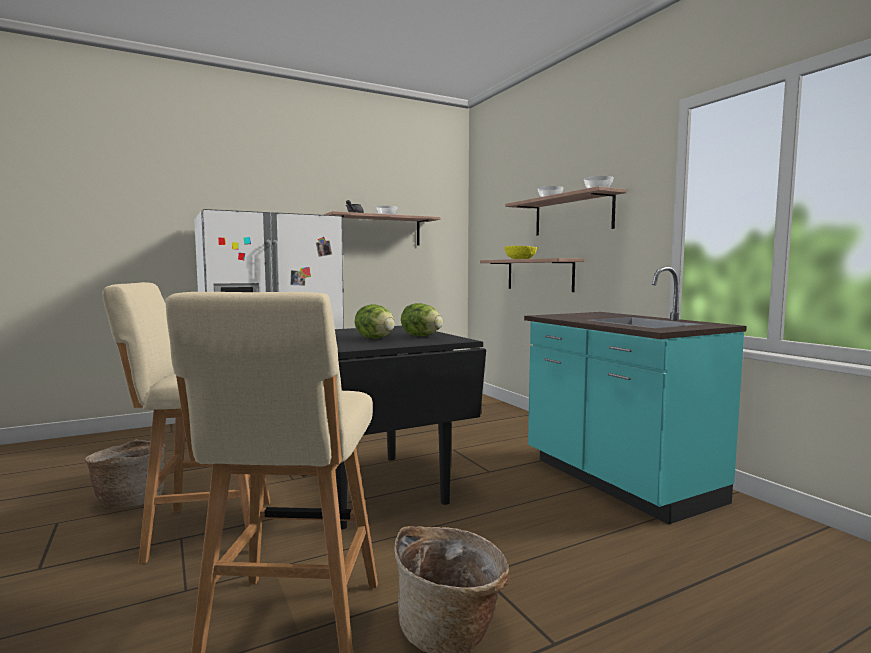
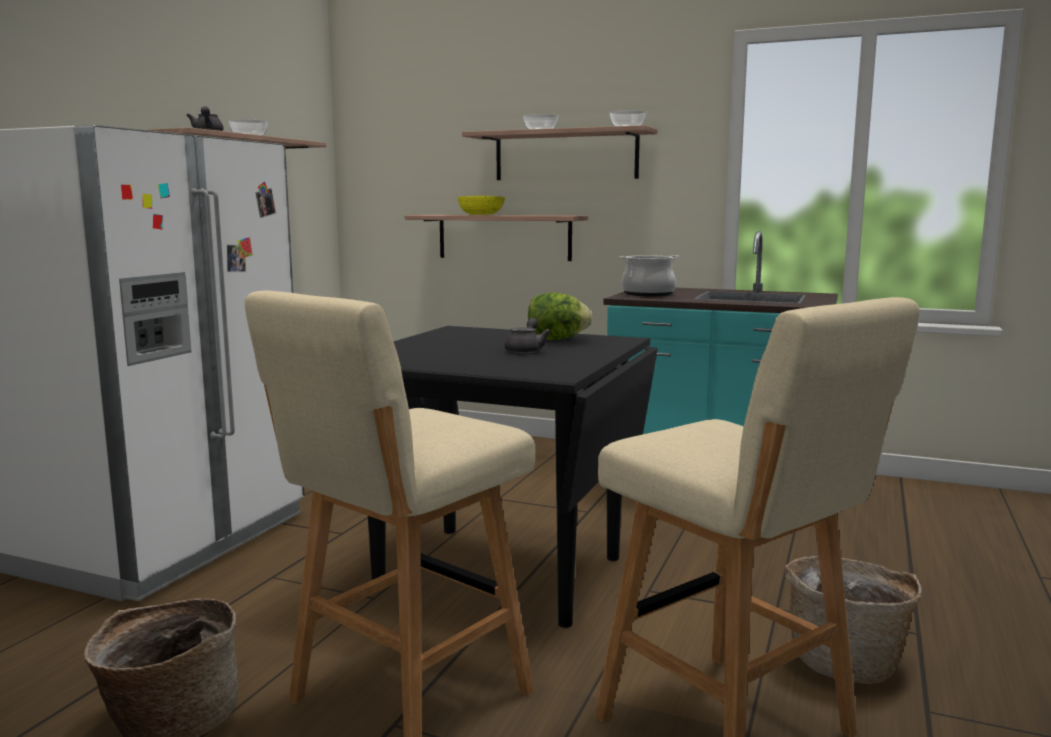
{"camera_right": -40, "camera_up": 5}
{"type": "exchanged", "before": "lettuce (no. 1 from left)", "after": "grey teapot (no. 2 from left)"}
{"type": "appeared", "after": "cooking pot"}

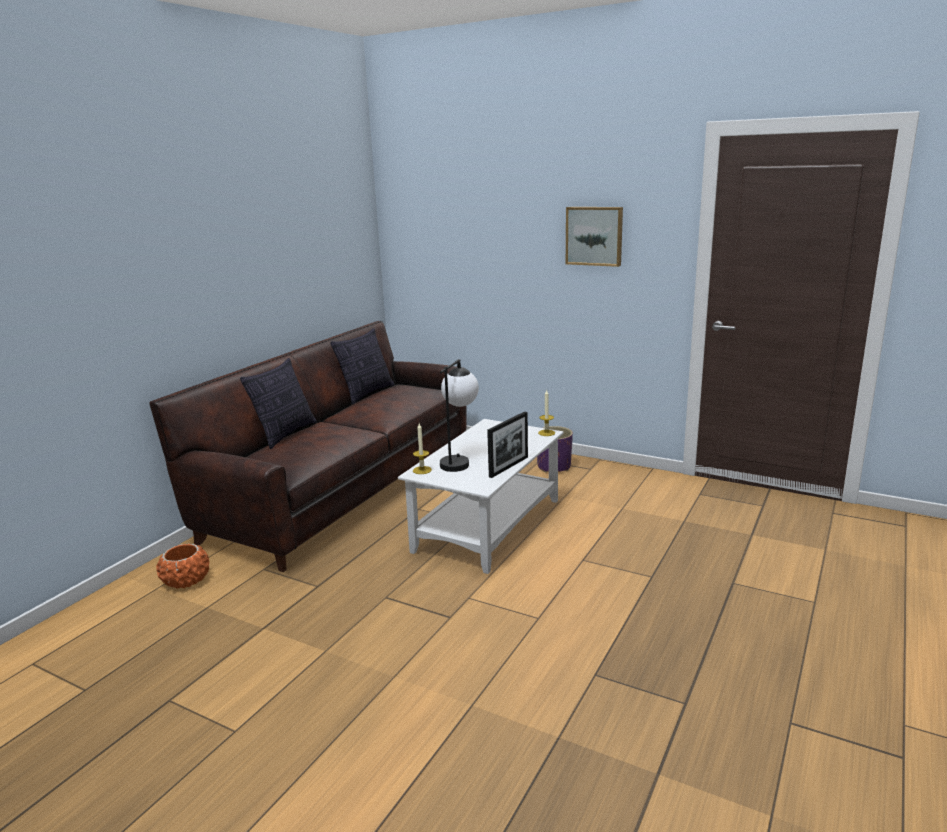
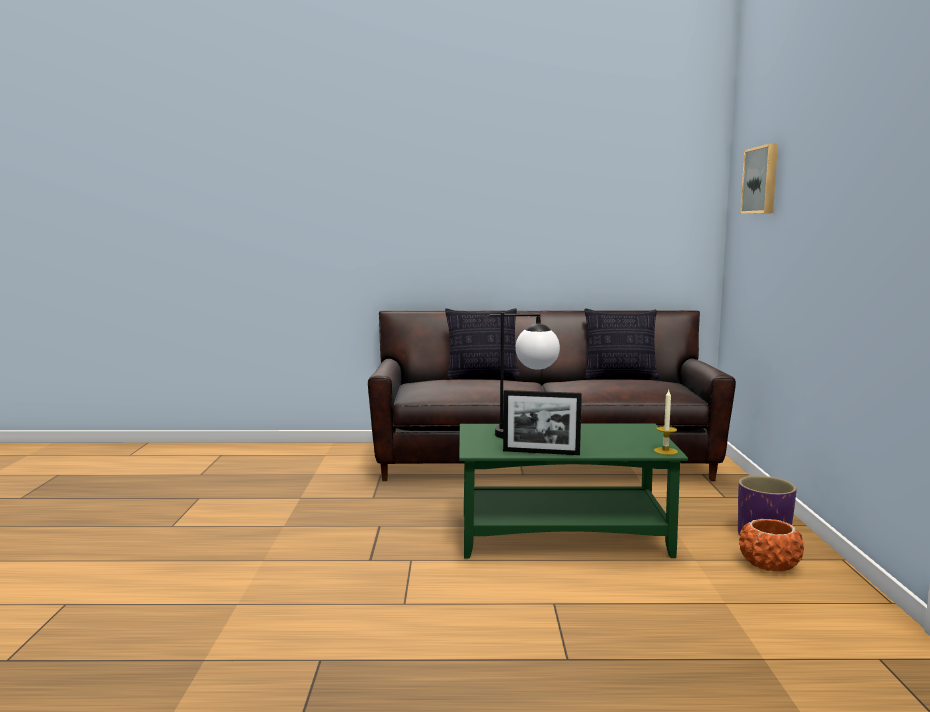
{"camera_right": 60, "camera_up": -10}
{"type": "relocated", "before": "picture"}
{"type": "colour", "before": "white coffee table", "after": "green coffee table"}
{"type": "missing", "before": "candle (no. 1 from left)"}
{"type": "relocated", "before": "orange planter"}

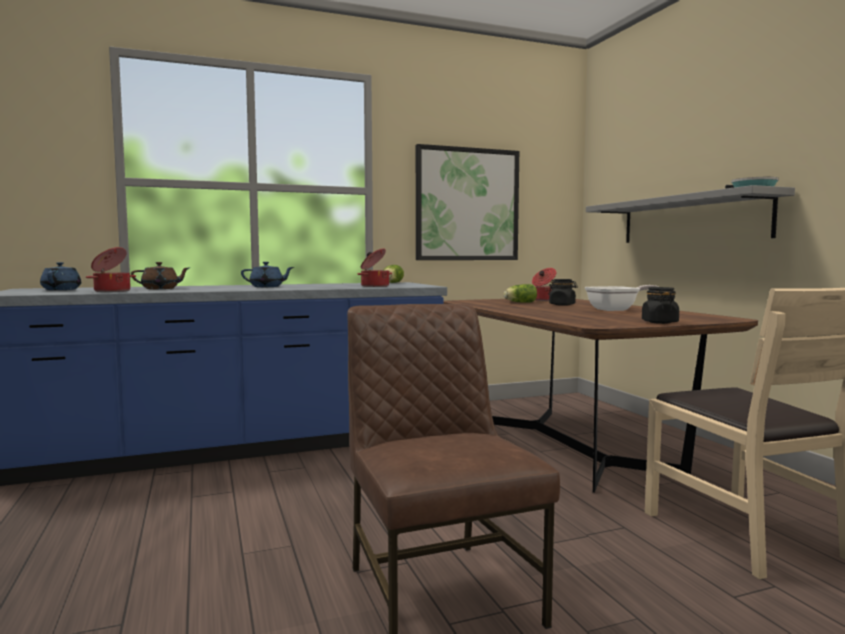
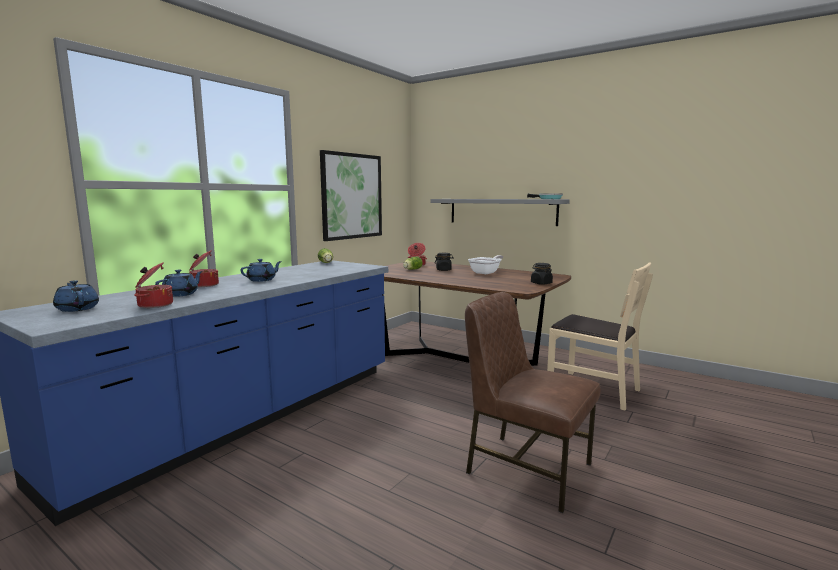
{"camera_right": -35, "camera_up": 5}
{"type": "relocated", "before": "cooking pot (no. 2 from left)"}
{"type": "colour", "before": "brown teapot", "after": "blue teapot (no. 2 from left)"}

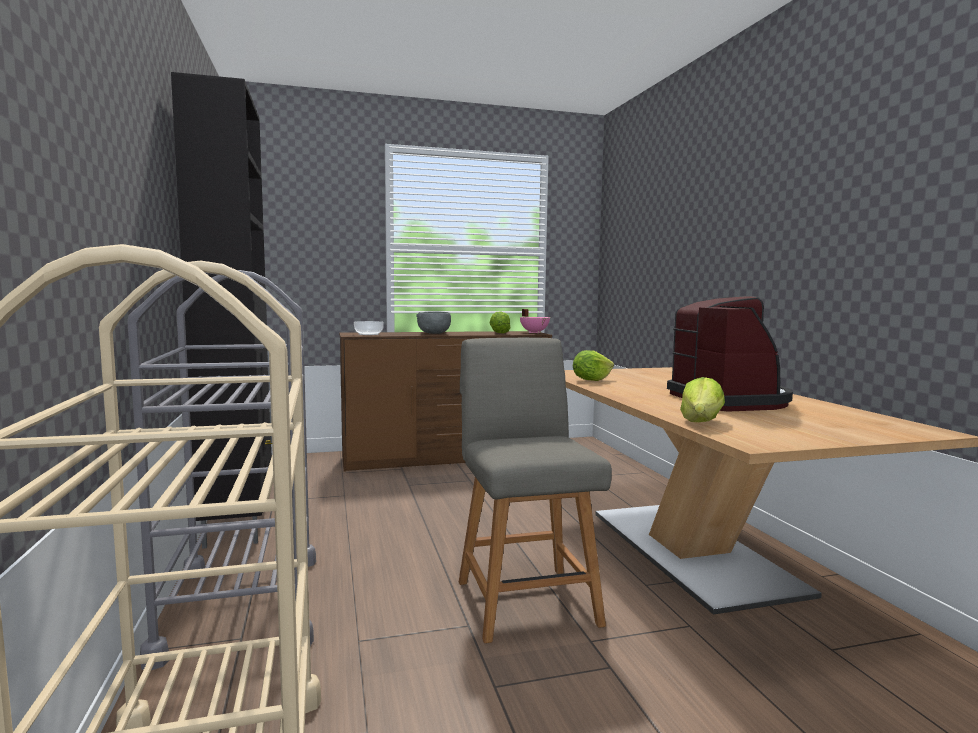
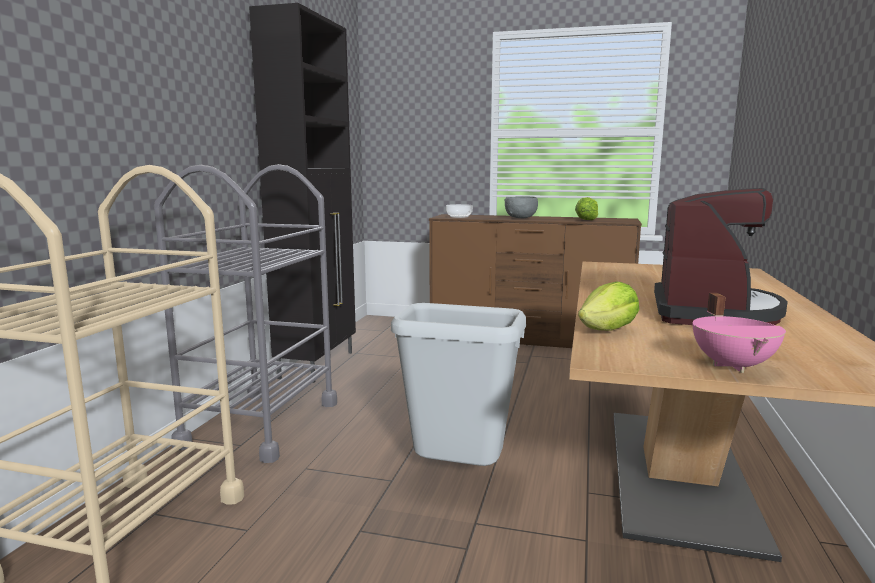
{"camera_right": 30, "camera_up": 5}
{"type": "relocated", "before": "pink cooking pot"}
{"type": "exchanged", "before": "grey chair", "after": "grey trash can"}
{"type": "missing", "before": "lettuce (no. 2 from left)"}

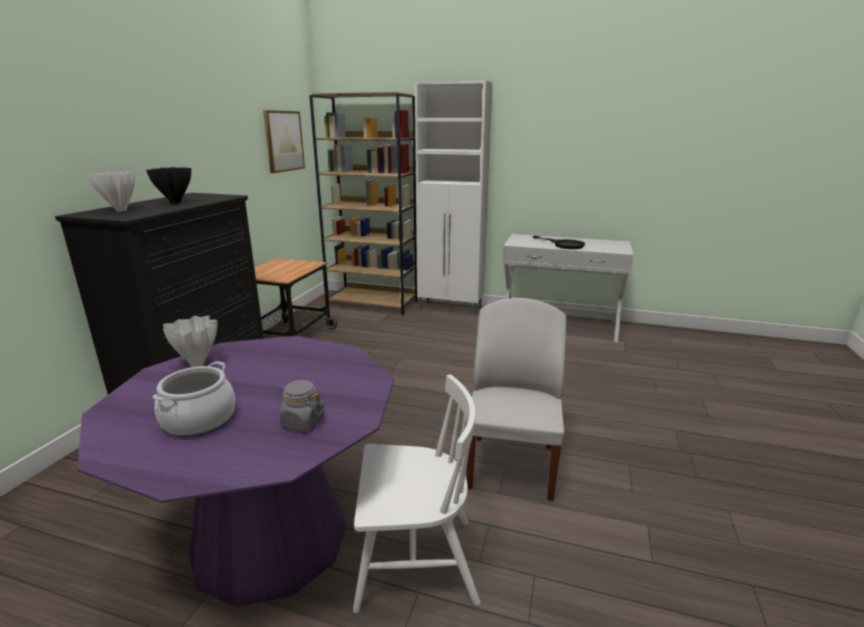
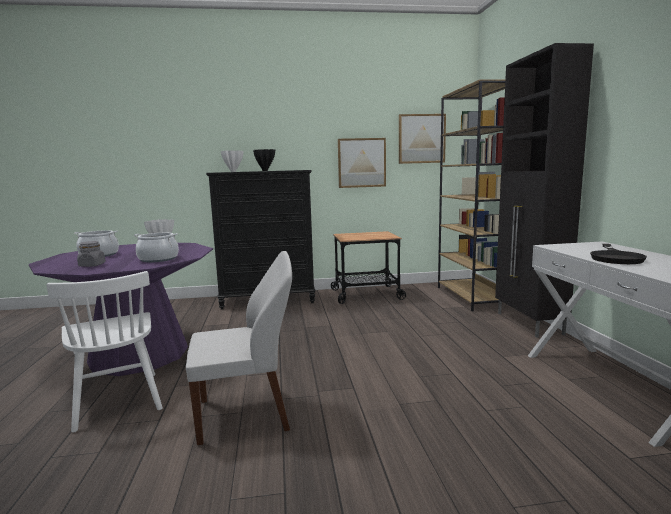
{"camera_right": 65, "camera_up": -10}
{"type": "colour", "before": "white cabinet", "after": "black cabinet"}
{"type": "appeared", "after": "picture (no. 1 from left)"}
{"type": "appeared", "after": "cooking pot (no. 2 from left)"}

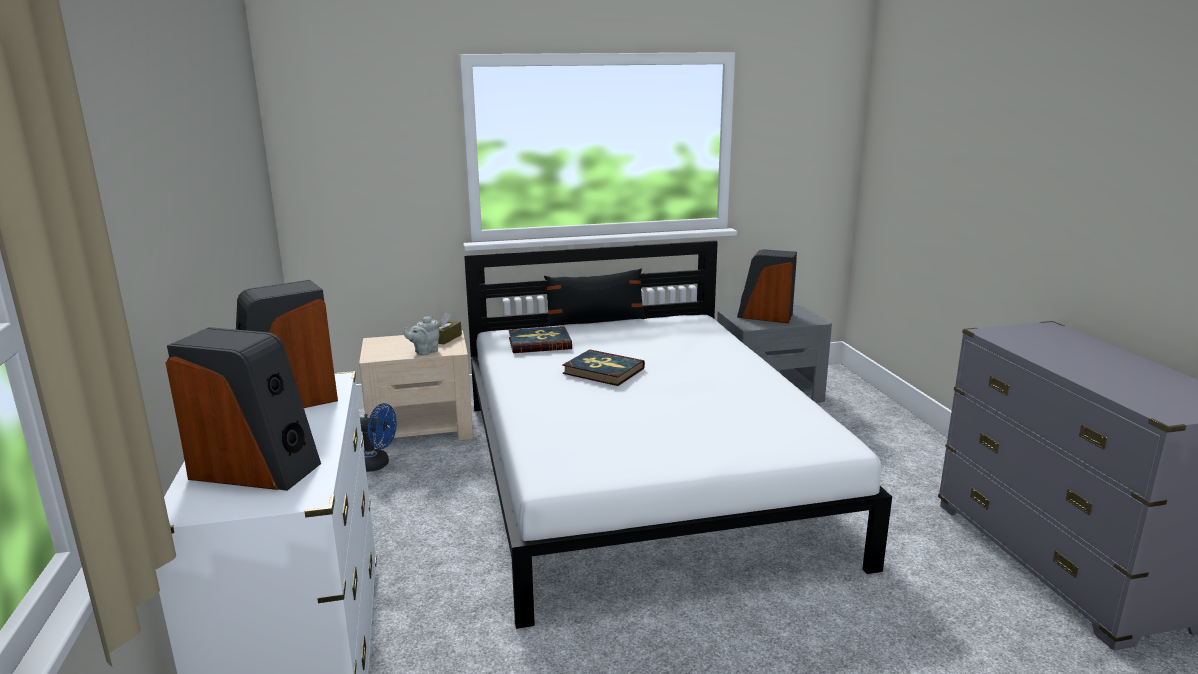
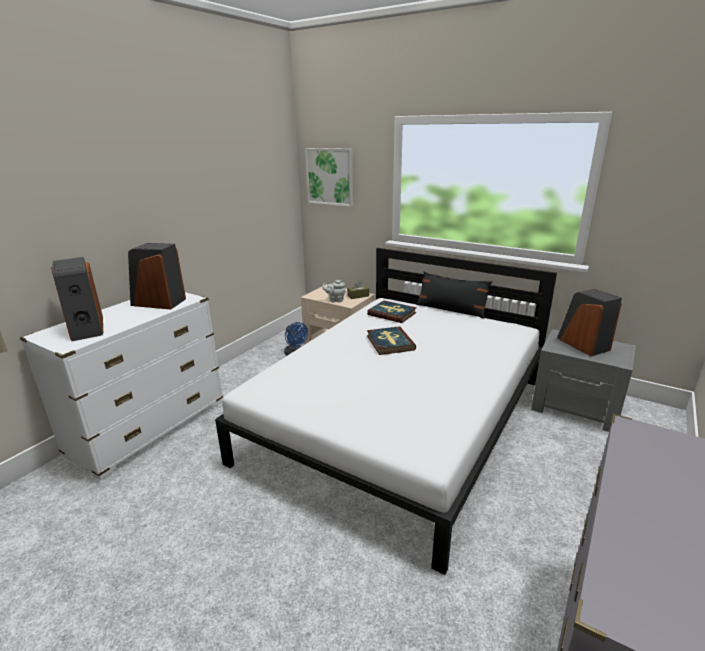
{"camera_right": 45, "camera_up": 5}
{"type": "appeared", "after": "picture"}

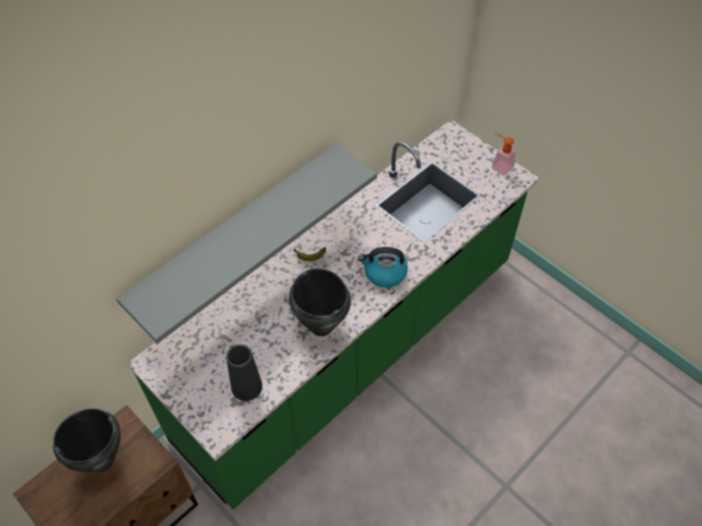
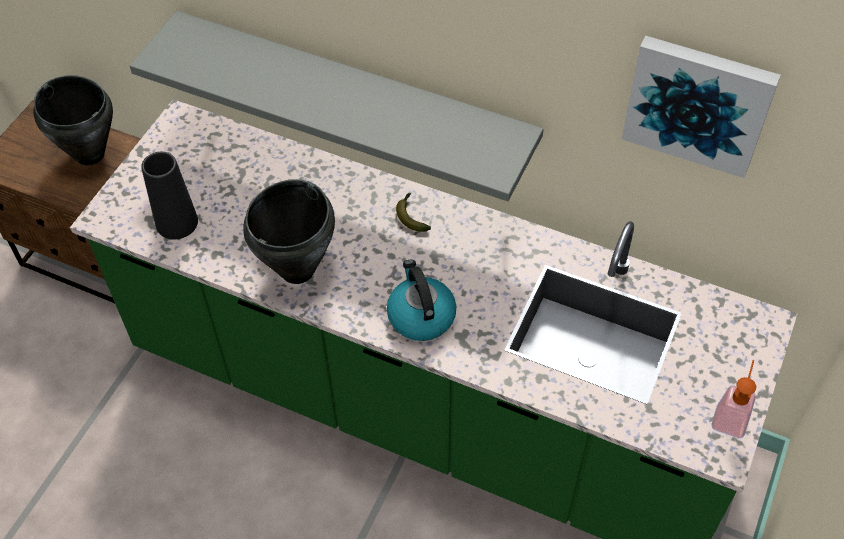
{"camera_right": 70, "camera_up": 0}
{"type": "appeared", "after": "picture"}

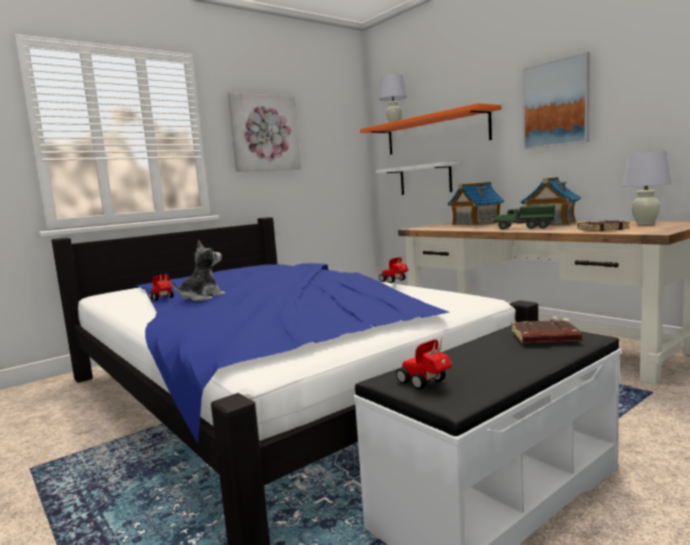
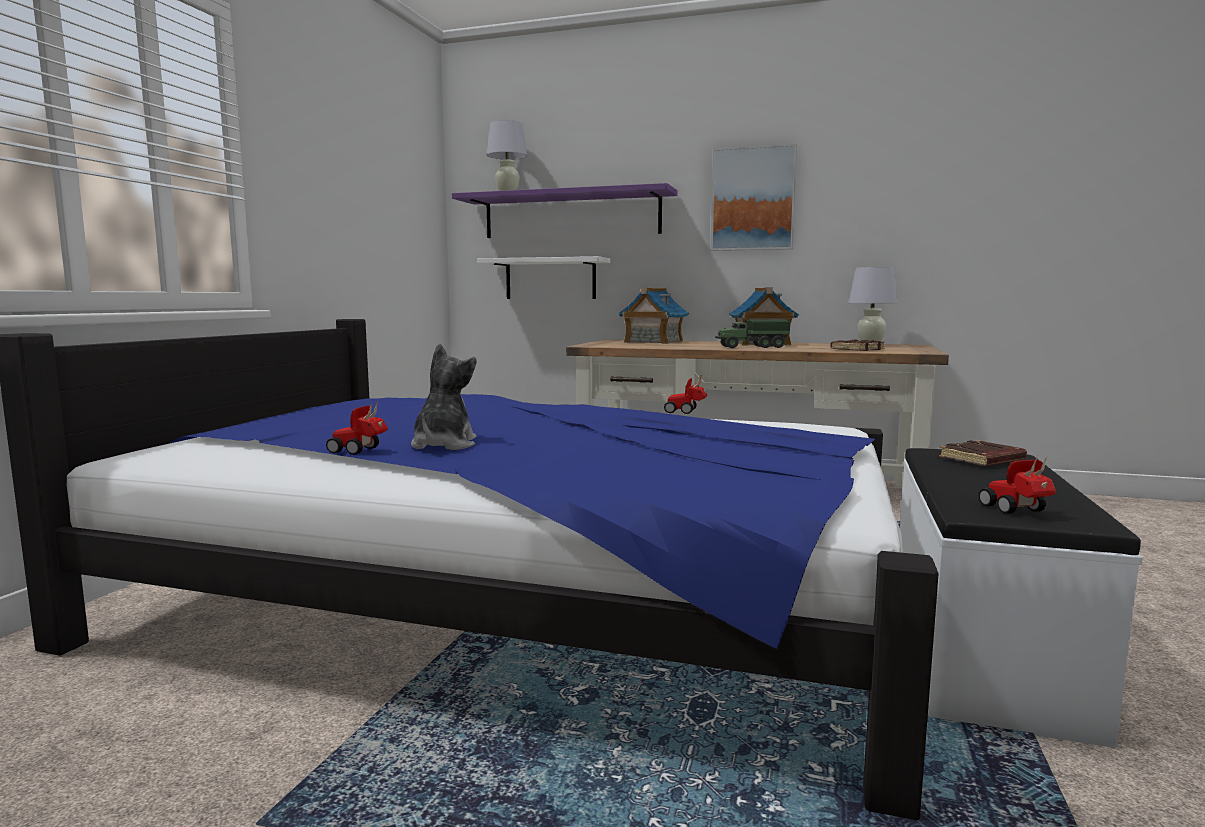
{"camera_right": -35, "camera_up": 0}
{"type": "missing", "before": "picture (no. 1 from left)"}
{"type": "colour", "before": "orange shelf", "after": "purple shelf"}
{"type": "spun", "before": "toy car (no. 3 from left)", "turn": 60}

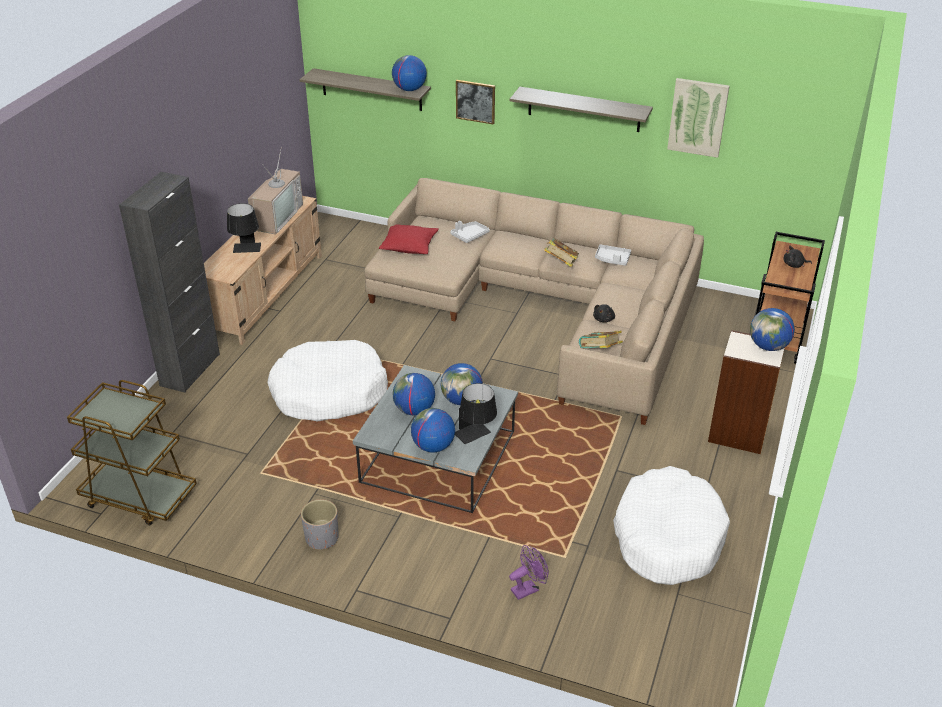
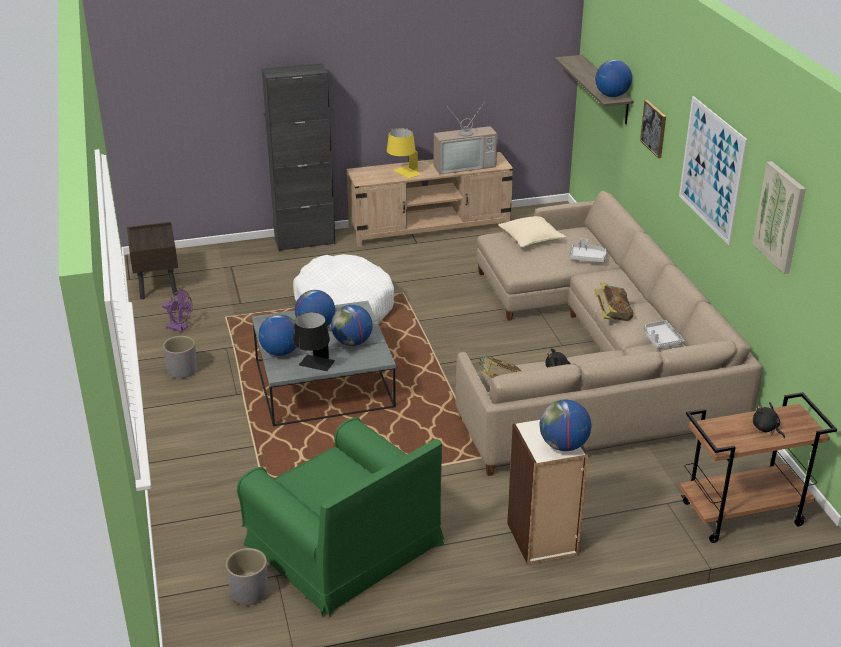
{"camera_right": 55, "camera_up": -5}
{"type": "exchanged", "before": "shelf (no. 2 from left)", "after": "picture (no. 2 from left)"}
{"type": "colour", "before": "black table lamp (no. 1 from left)", "after": "yellow table lamp"}
{"type": "colour", "before": "red pillow", "after": "beige pillow"}
{"type": "exchanged", "before": "brown cart (no. 1 from left)", "after": "brown nightstand"}
{"type": "exchanged", "before": "white dog bed (no. 2 from left)", "after": "green armchair"}
{"type": "relocated", "before": "purple fan"}
{"type": "appeared", "after": "grey planter (no. 2 from left)"}

